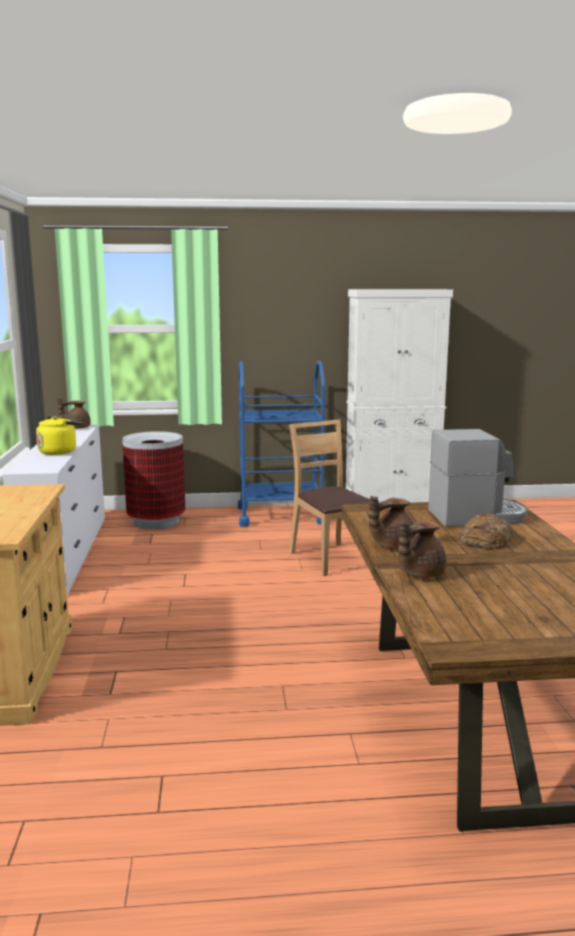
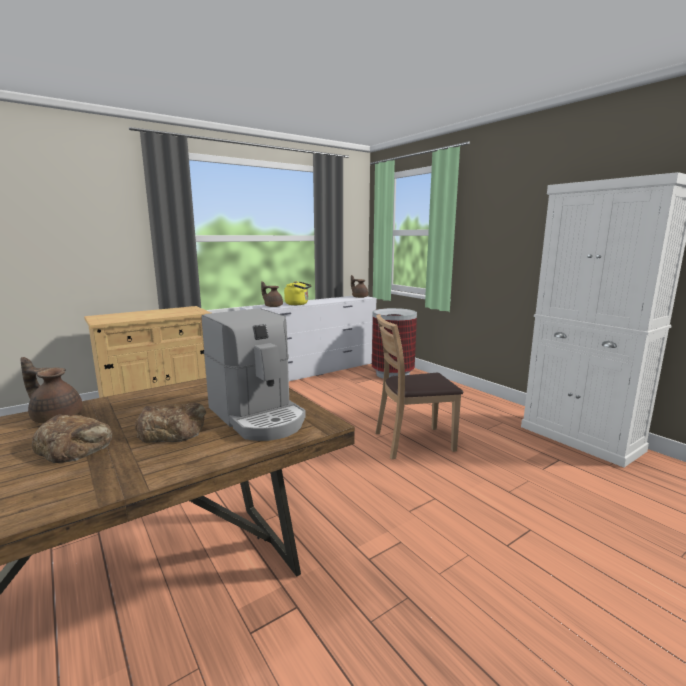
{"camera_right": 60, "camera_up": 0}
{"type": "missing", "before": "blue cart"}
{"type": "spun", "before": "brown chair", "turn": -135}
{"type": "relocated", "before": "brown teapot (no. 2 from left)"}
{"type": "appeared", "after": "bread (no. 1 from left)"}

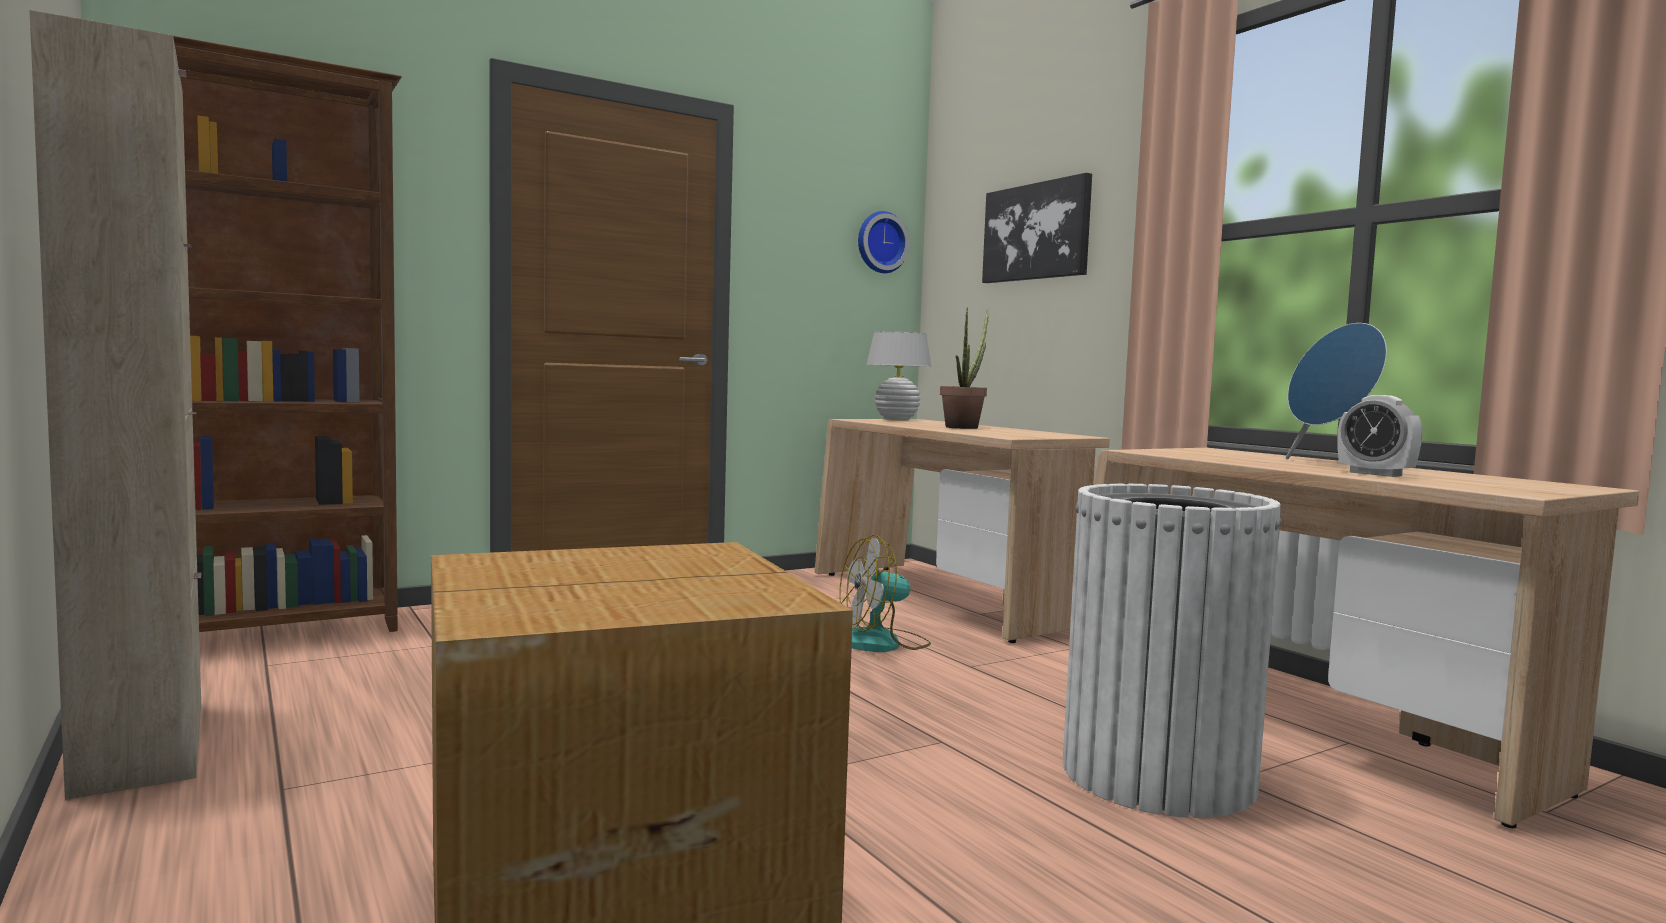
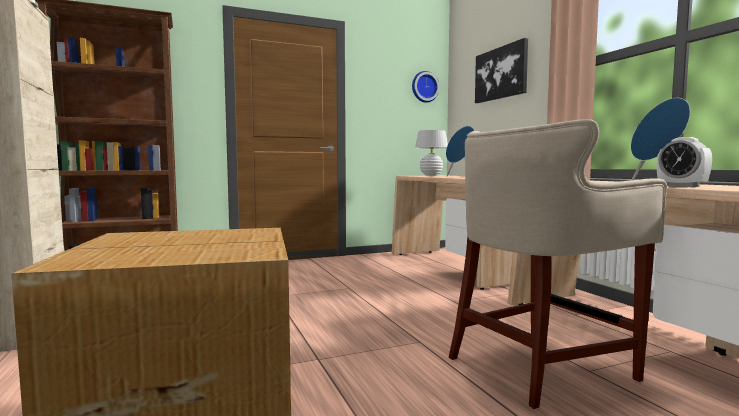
{"camera_right": 10, "camera_up": 0}
{"type": "exchanged", "before": "potted plant", "after": "blue speaker (no. 1 from left)"}
{"type": "exchanged", "before": "white trash can", "after": "beige stool"}
{"type": "missing", "before": "fan"}

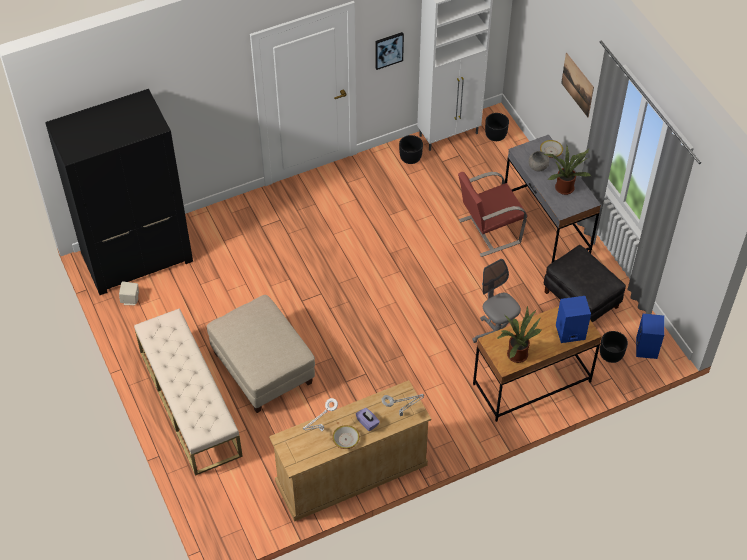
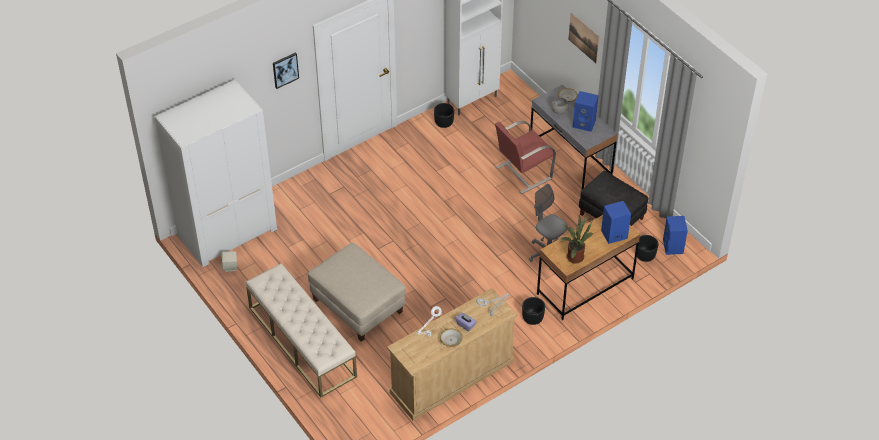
{"camera_right": -10, "camera_up": -5}
{"type": "relocated", "before": "picture (no. 1 from left)"}
{"type": "colour", "before": "black wardrobe", "after": "white wardrobe"}
{"type": "relocated", "before": "black planter (no. 2 from left)"}
{"type": "exchanged", "before": "potted plant (no. 2 from left)", "after": "blue speaker (no. 1 from left)"}

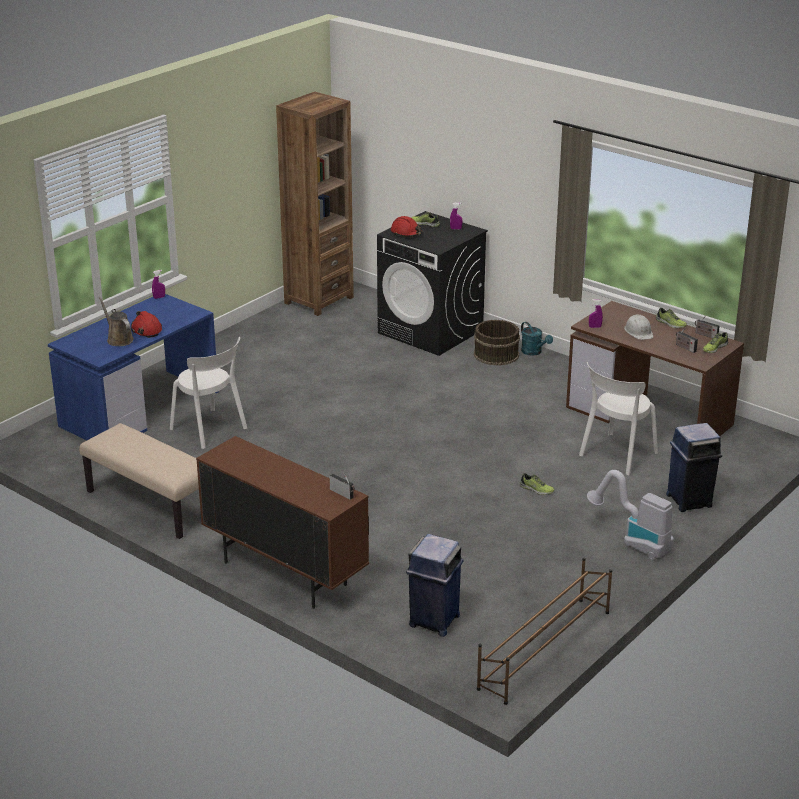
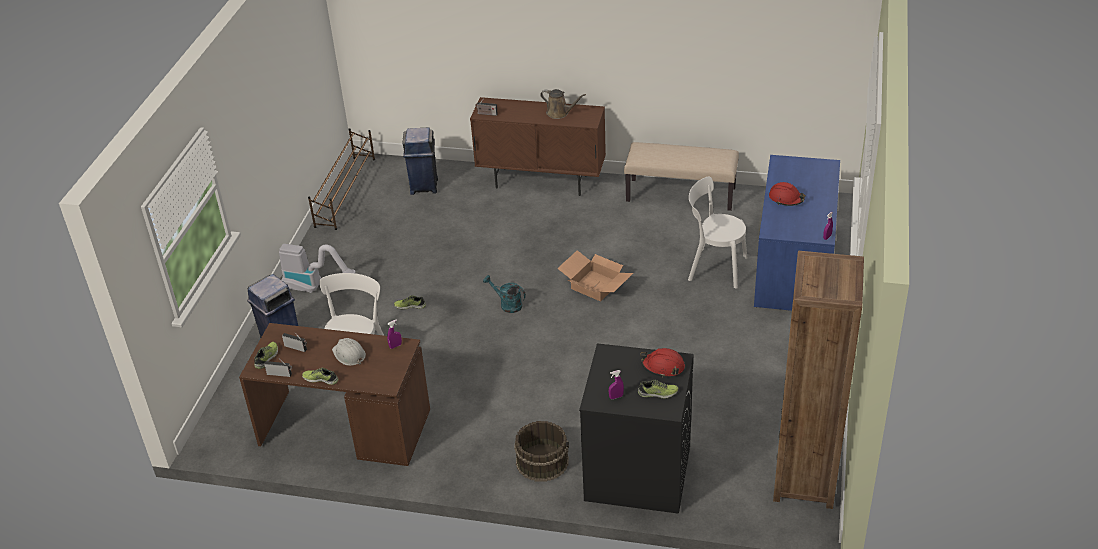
{"camera_right": 155, "camera_up": 10}
{"type": "relocated", "before": "brown watering can"}
{"type": "relocated", "before": "turquoise watering can"}
{"type": "appeared", "after": "cardboard box"}

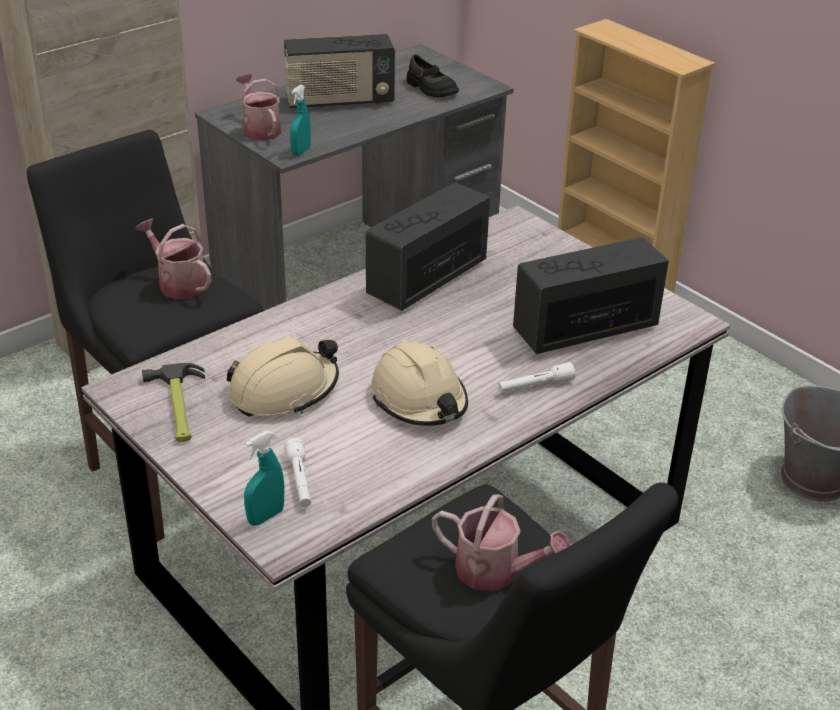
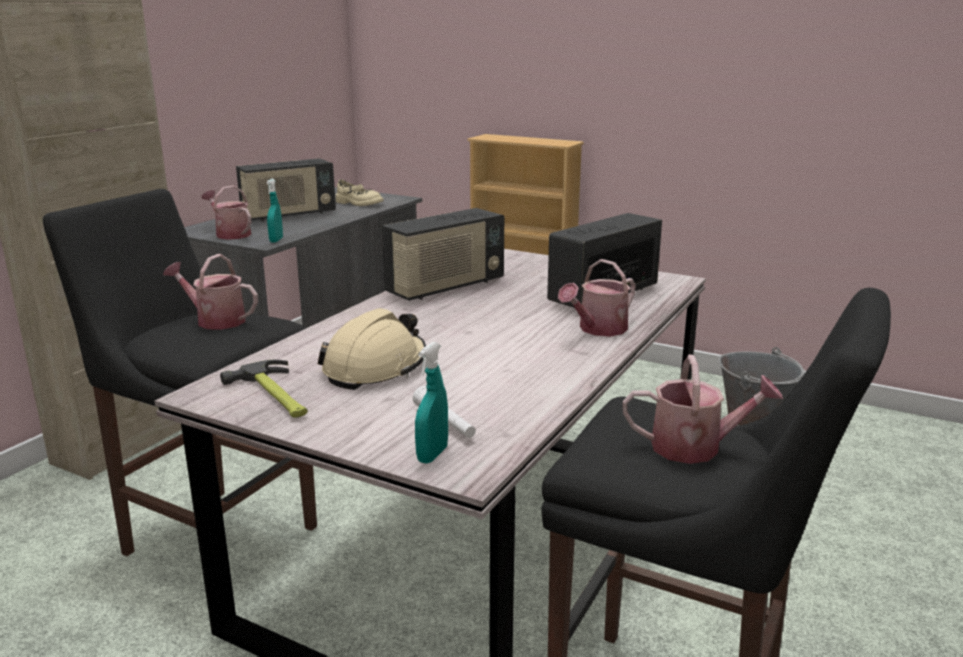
{"camera_right": -20, "camera_up": -15}
{"type": "colour", "before": "black shoe", "after": "beige shoe"}
{"type": "spun", "before": "radio (no. 2 from left)", "turn": -150}
{"type": "missing", "before": "beige hard hat (no. 2 from left)"}
{"type": "exchanged", "before": "white flashlight (no. 2 from left)", "after": "watering can (no. 3 from left)"}

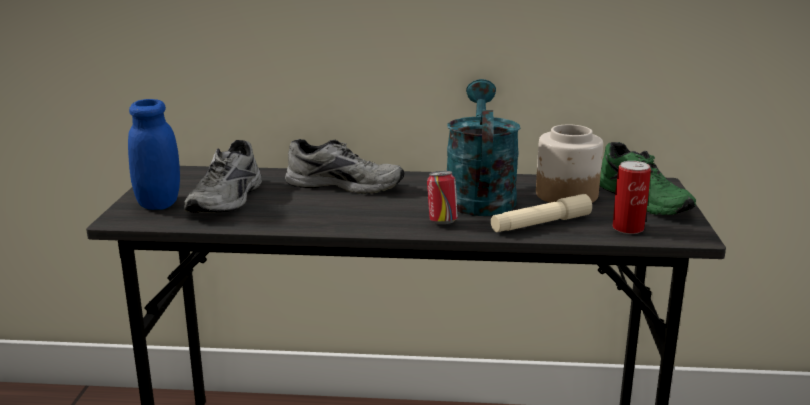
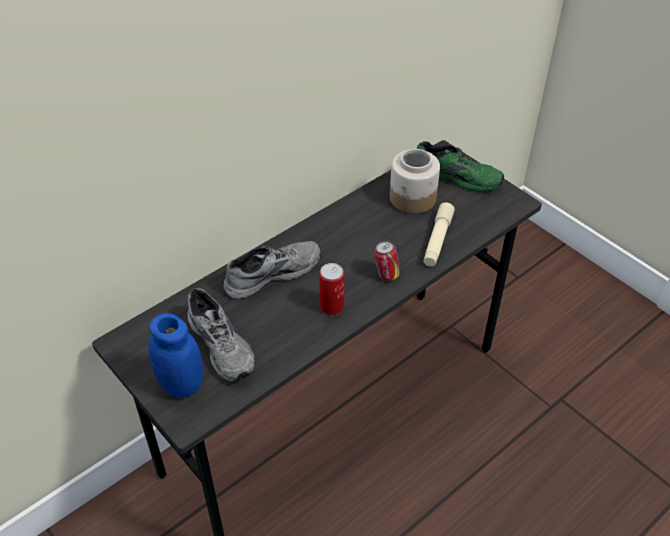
{"camera_right": -45, "camera_up": 25}
{"type": "missing", "before": "turquoise watering can"}
{"type": "relocated", "before": "can (no. 2 from left in the first image)", "after": "can (no. 1 from left)"}

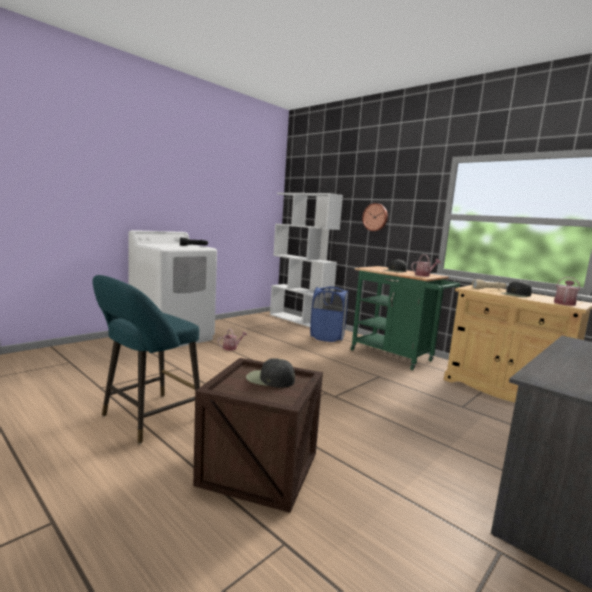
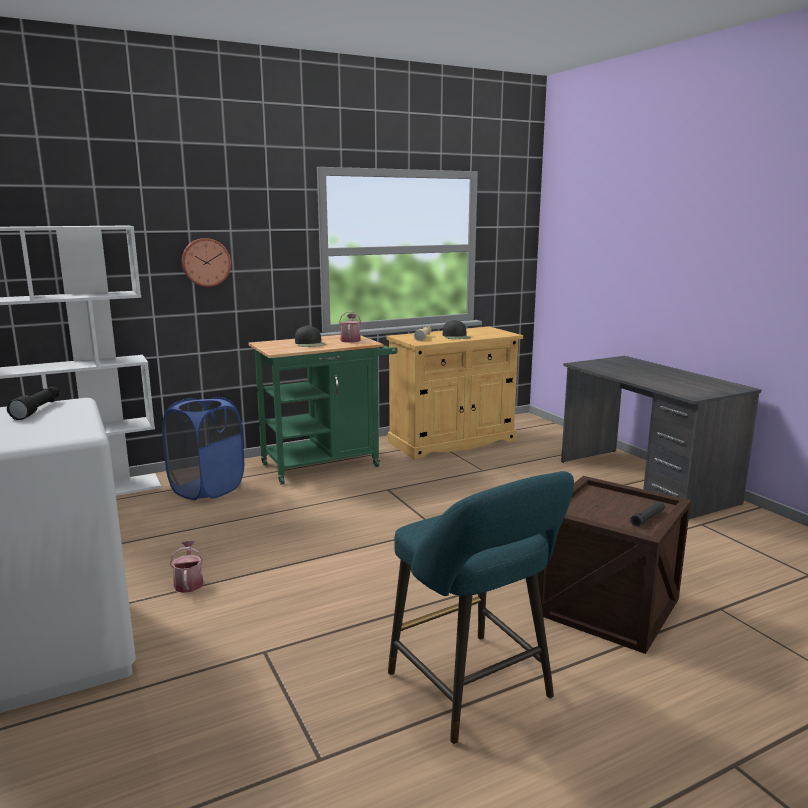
{"camera_right": -70, "camera_up": 5}
{"type": "missing", "before": "watering can (no. 3 from left)"}
{"type": "missing", "before": "black cap (no. 1 from left)"}
{"type": "appeared", "after": "black flashlight (no. 2 from left)"}

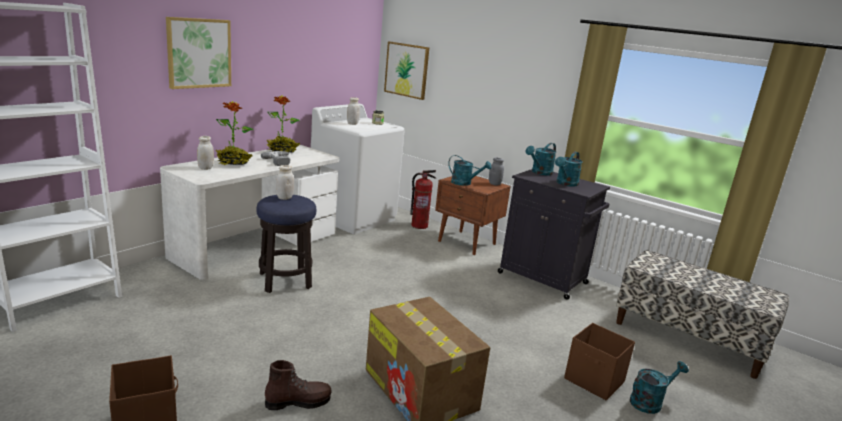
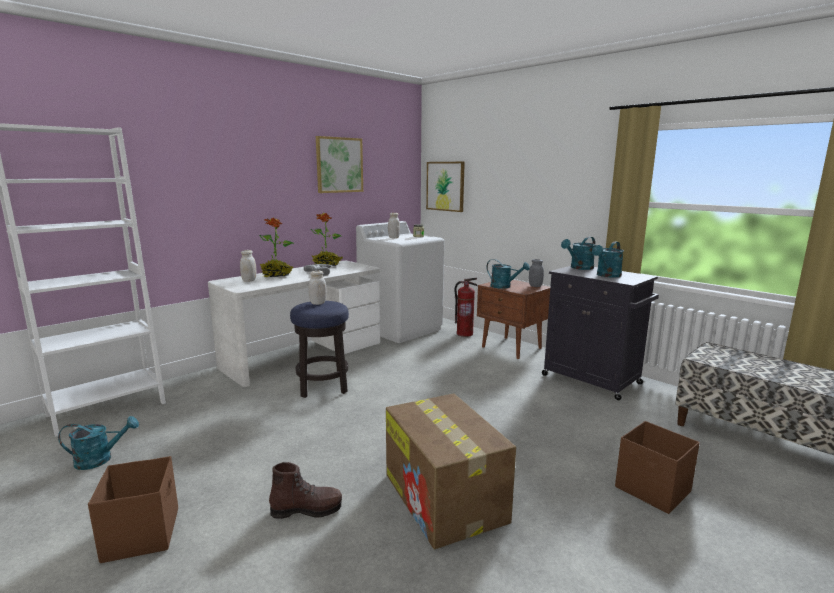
{"camera_right": 10, "camera_up": -5}
{"type": "relocated", "before": "picture (no. 1 from left)"}
{"type": "relocated", "before": "turquoise watering can (no. 4 from left in the first image)", "after": "turquoise watering can (no. 1 from left)"}

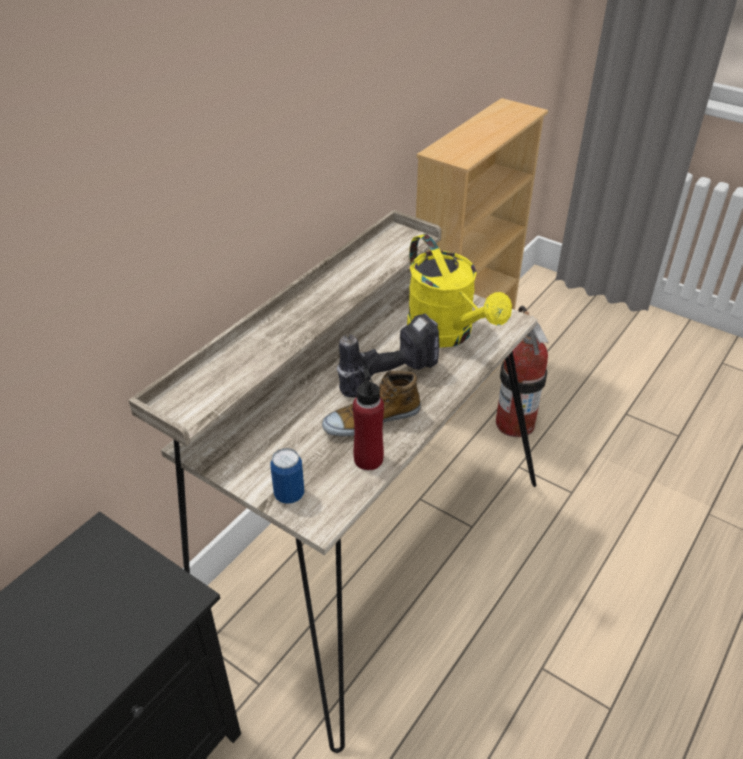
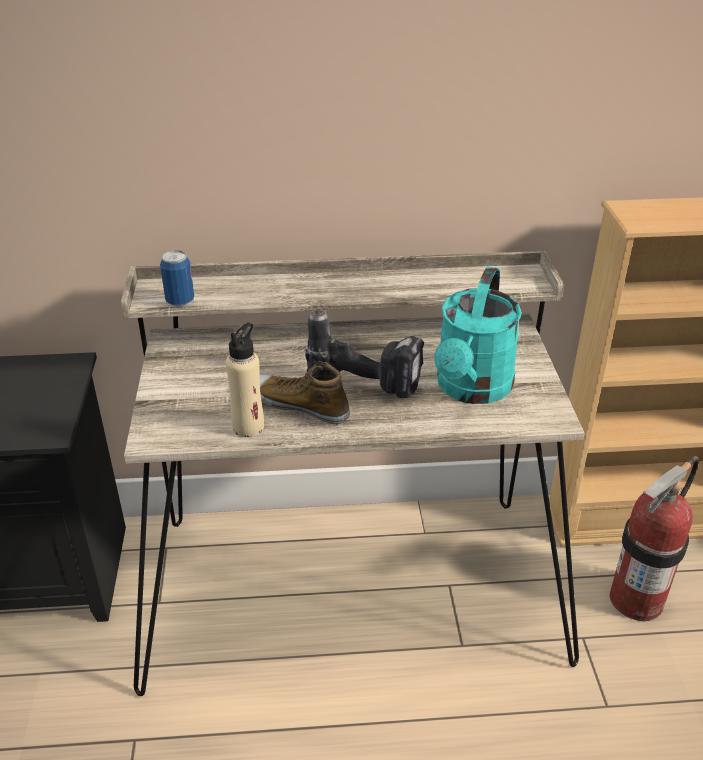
{"camera_right": 50, "camera_up": -5}
{"type": "colour", "before": "yellow watering can", "after": "turquoise watering can"}
{"type": "colour", "before": "red bottle", "after": "beige bottle"}
{"type": "relocated", "before": "can"}

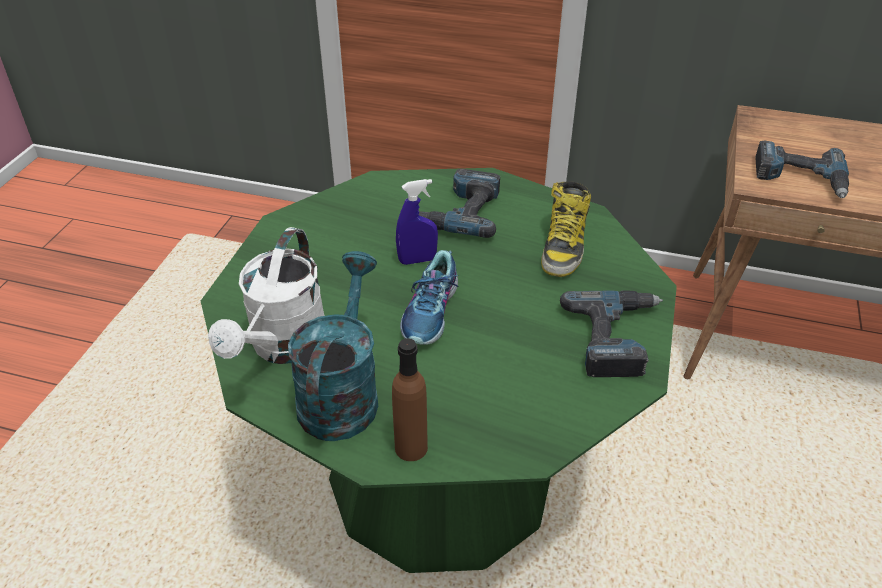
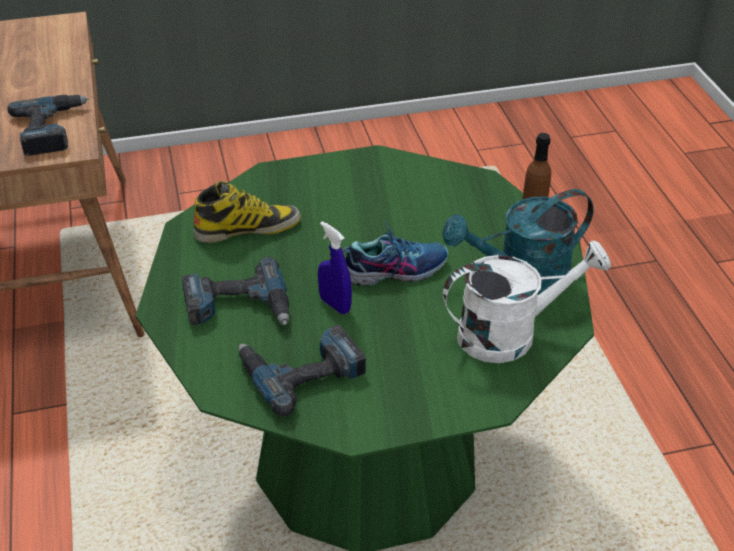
{"camera_right": -120, "camera_up": 0}
{"type": "relocated", "before": "power drill (no. 2 from left in the first image)", "after": "power drill (no. 3 from left)"}

